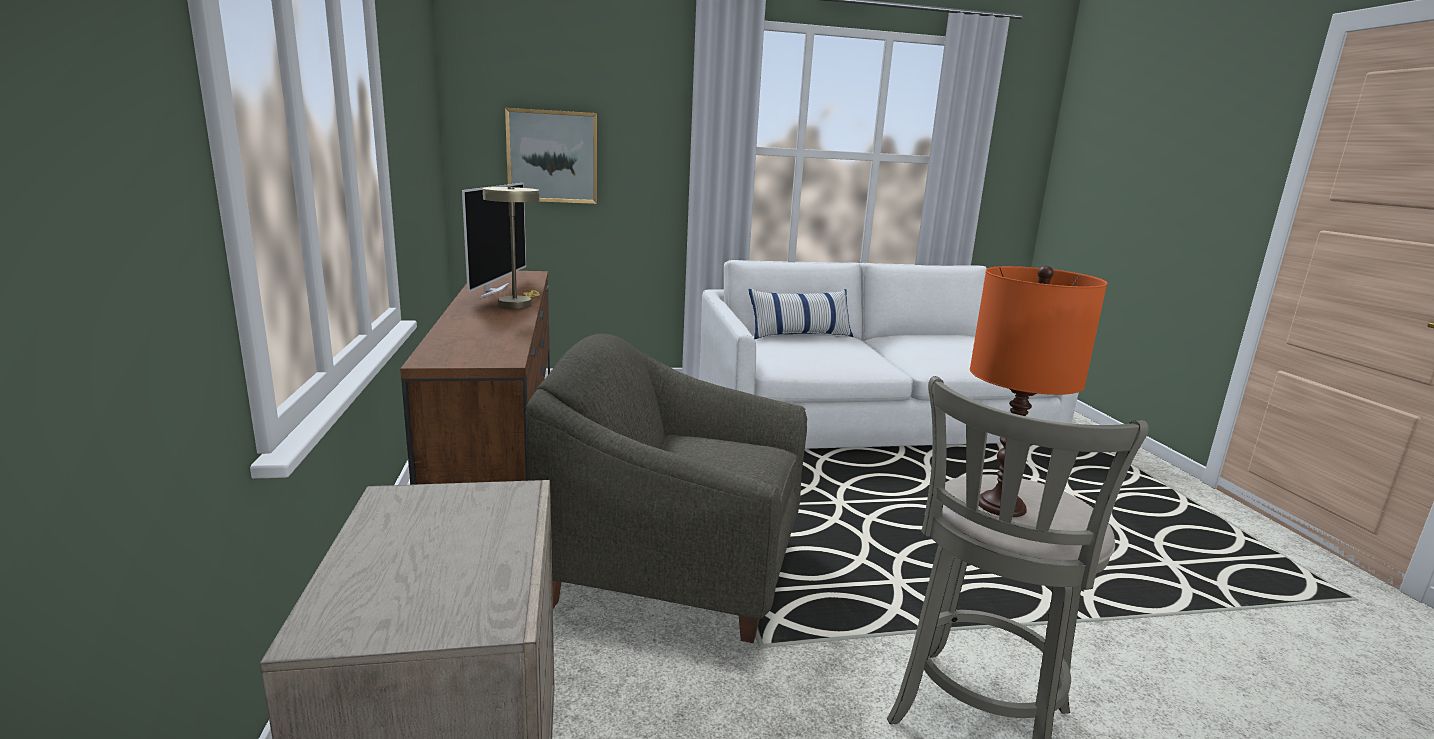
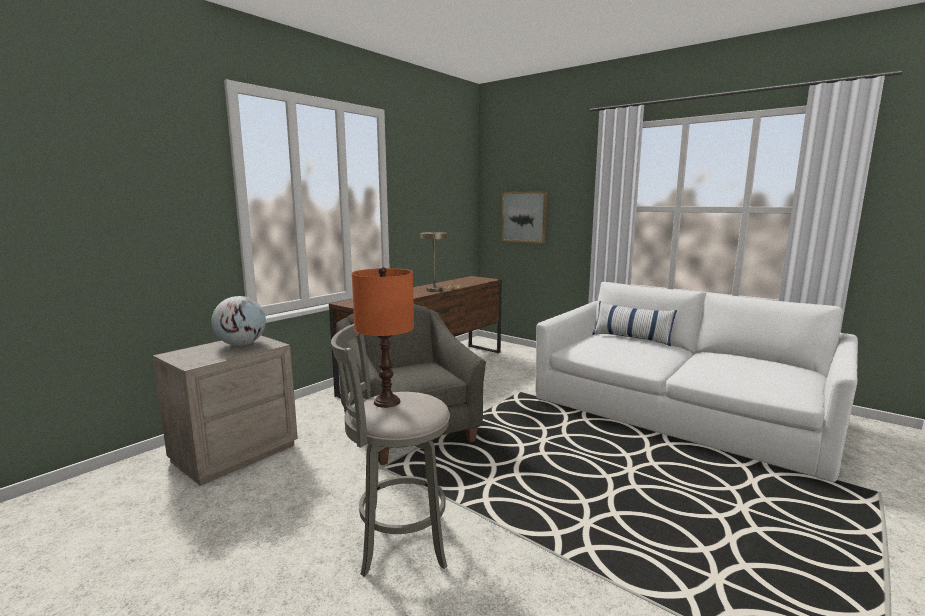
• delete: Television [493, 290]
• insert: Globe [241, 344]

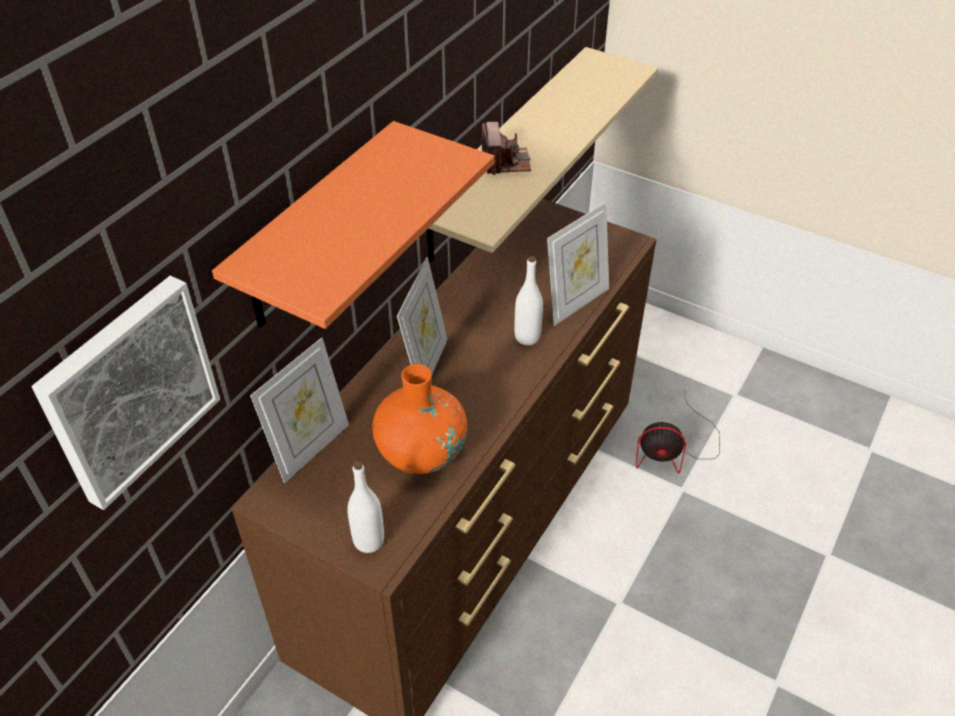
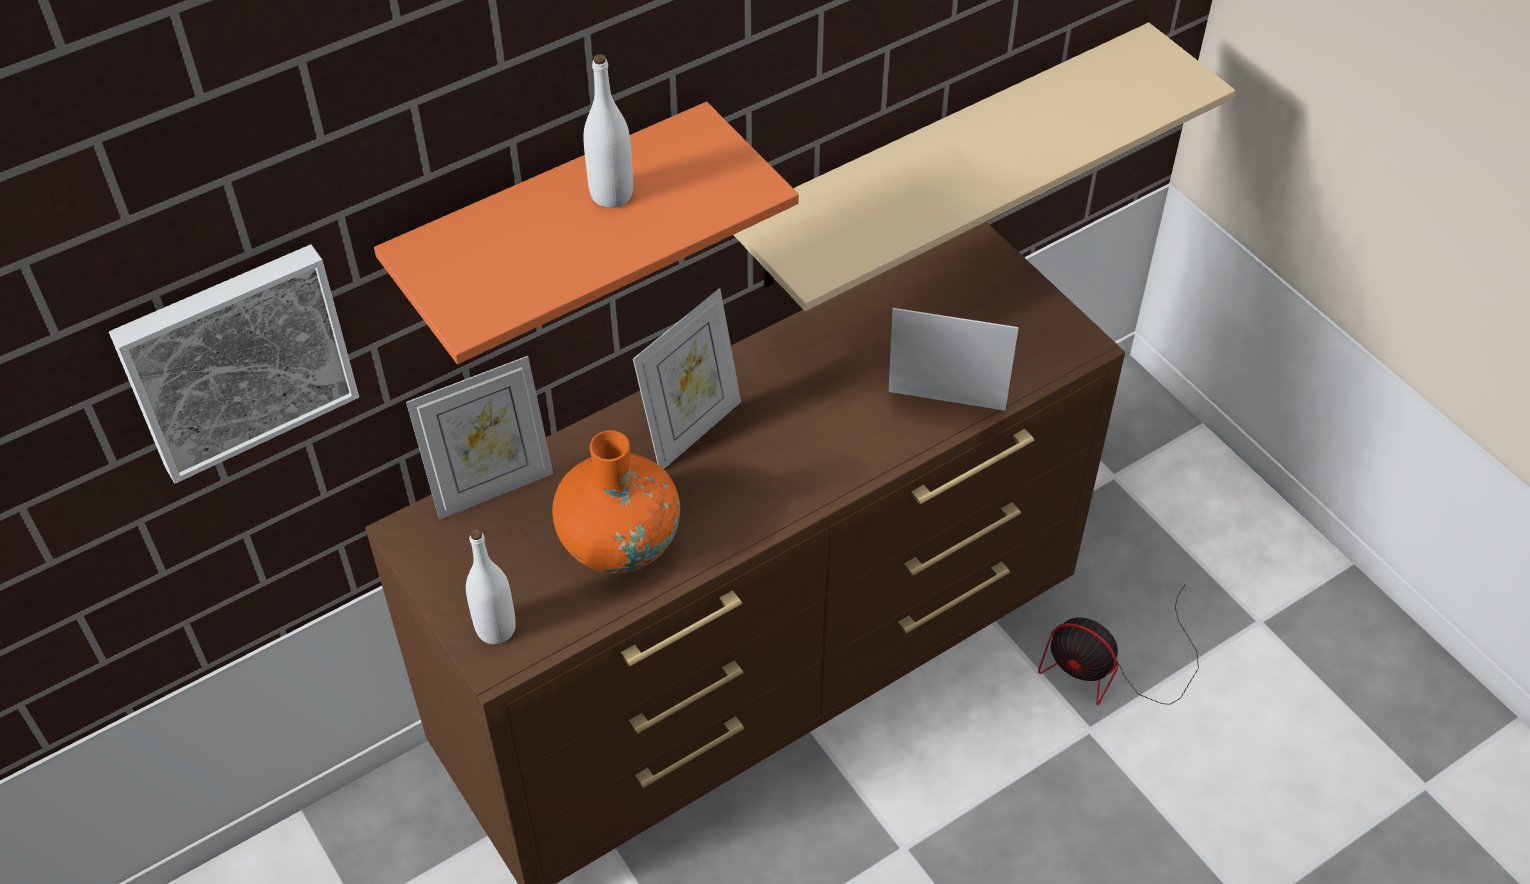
• delete: PhotoCamera [505, 162]
• move: WhiteBottle [527, 337] to [611, 194]
• rotate: PictureFrame [575, 302] = [945, 409] 150 degrees counterclockwise

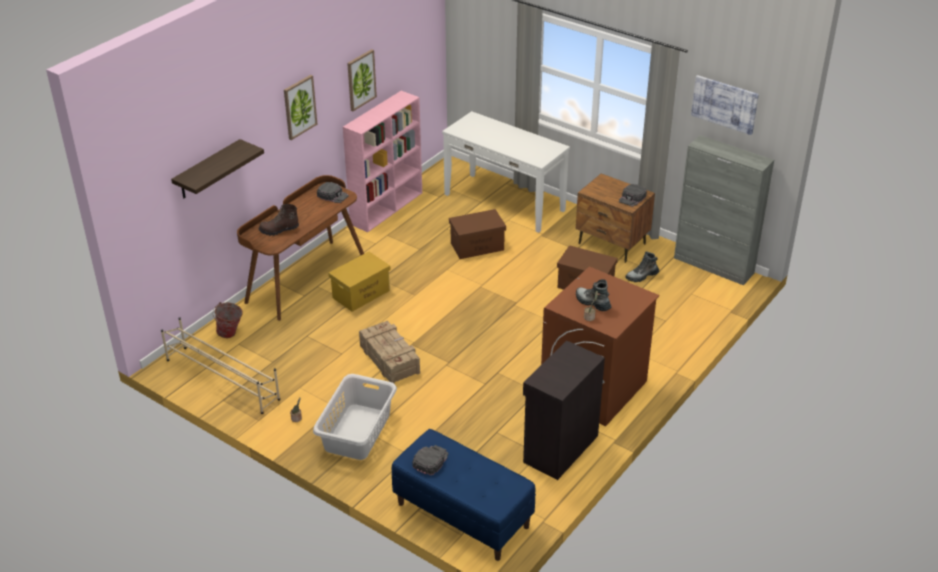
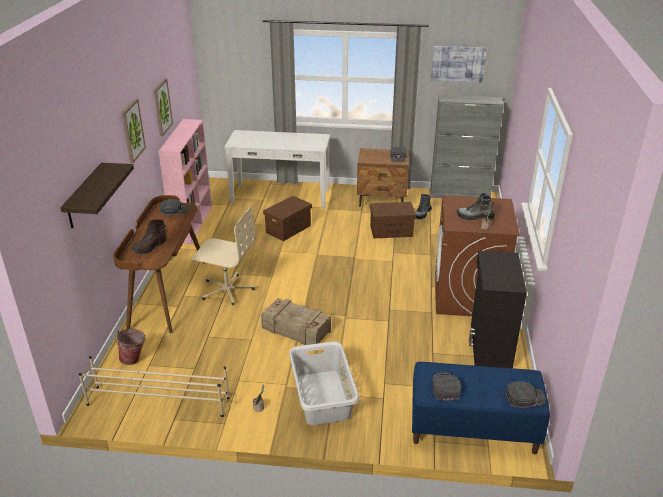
• insert: BlackCap [525, 397]
• replace: YellowStorageBox [361, 294] to BeigeOfficeChair [227, 289]

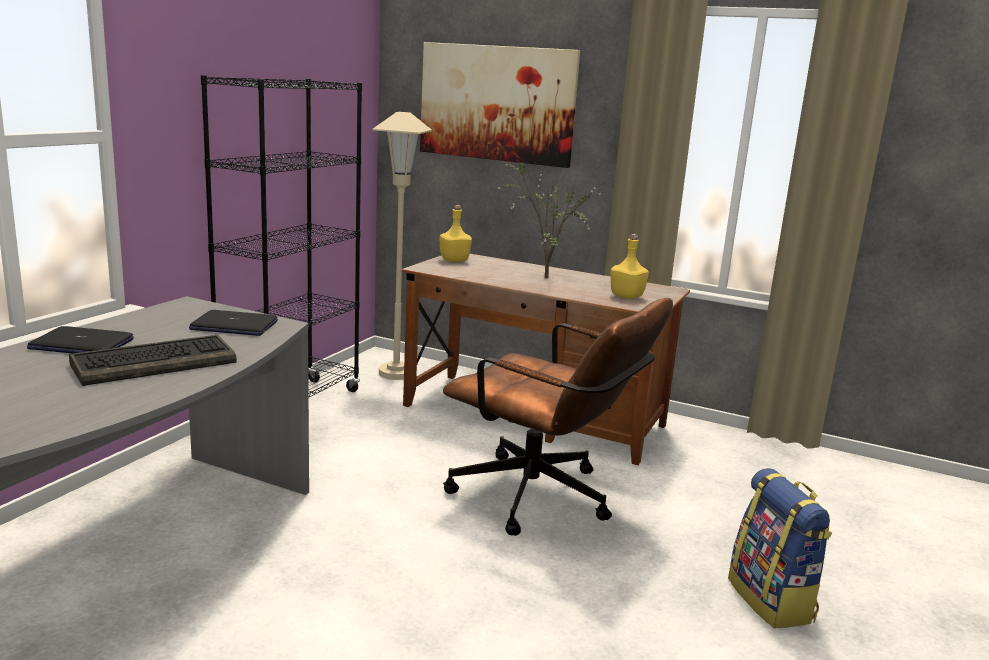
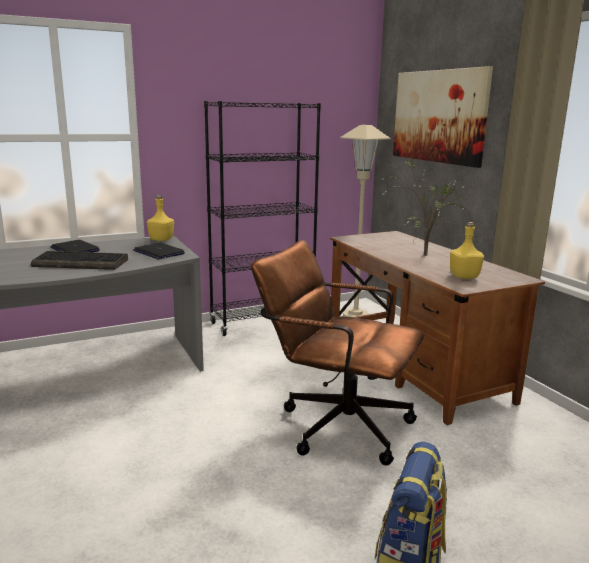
• move: YellowBottle [454, 260] to [161, 240]
• rotate: BrownOfficeChair [544, 500] = [335, 423] 135 degrees clockwise

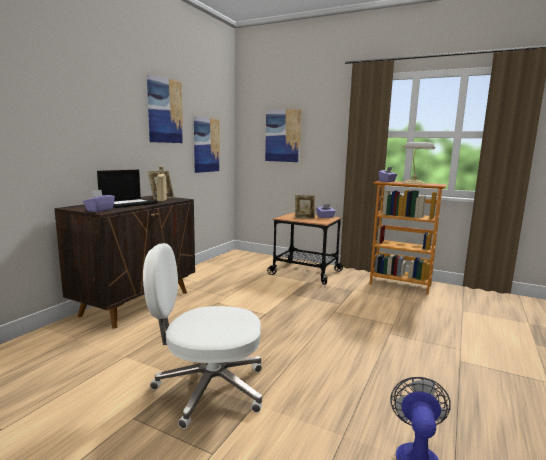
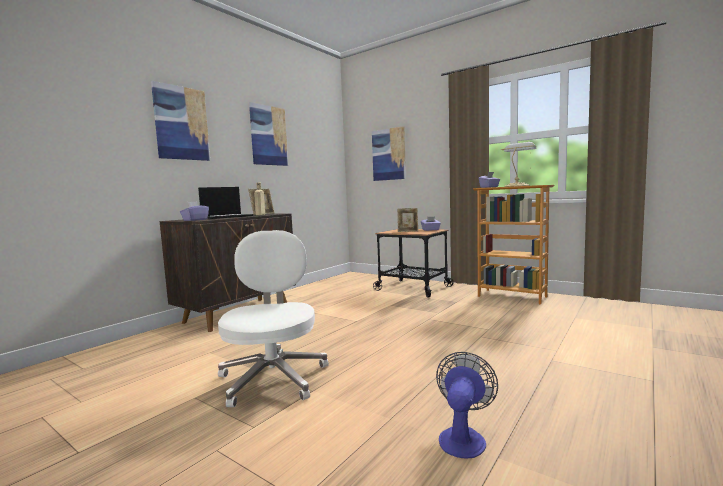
• move: Picture [206, 145] to [181, 123]
• rotate: WhiteOfficeChair [208, 388] = [273, 377] 75 degrees clockwise

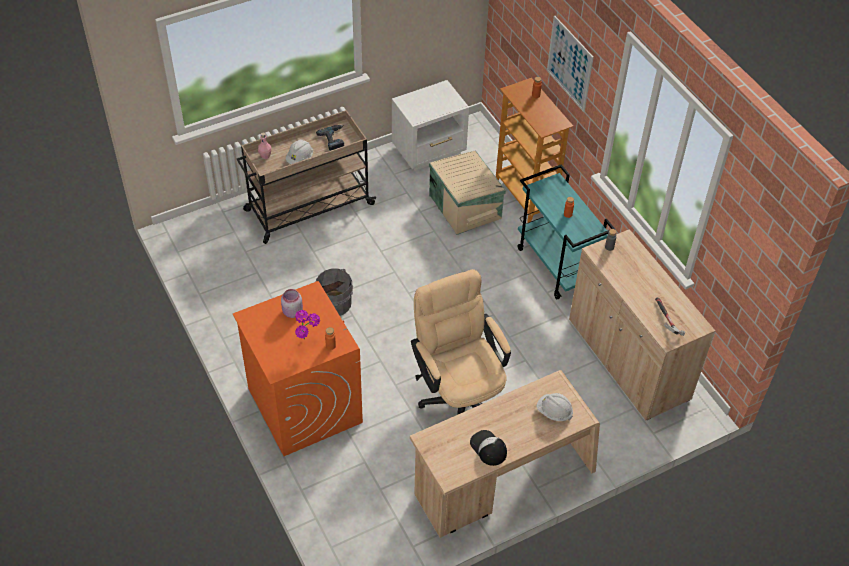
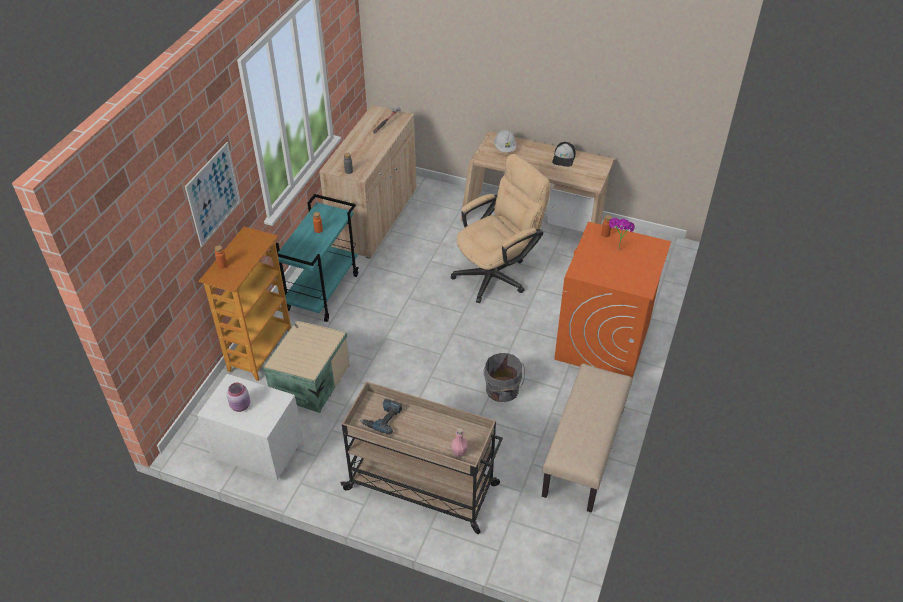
• delete: WhiteHardHat [300, 159]
• insert: BeigeBench [584, 453]
• move: PinkJar [292, 312] to [241, 406]
• rotate: BeigeOfficeChair [458, 395] = [497, 274] 150 degrees counterclockwise

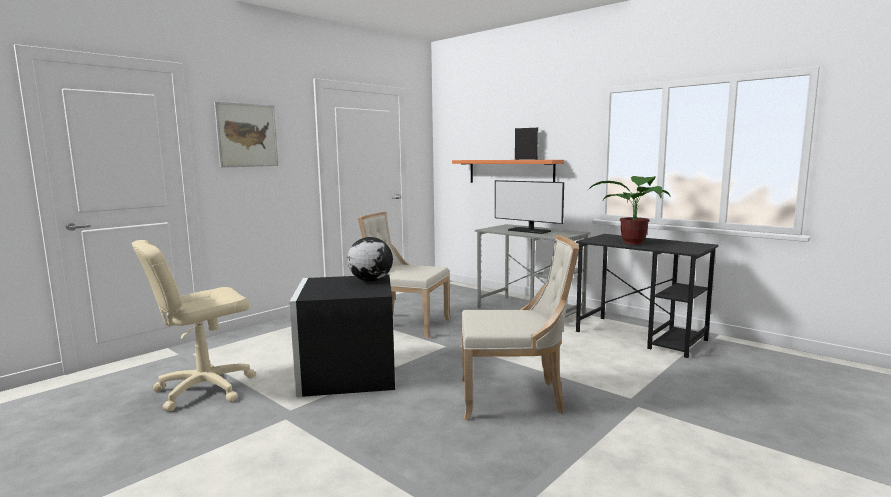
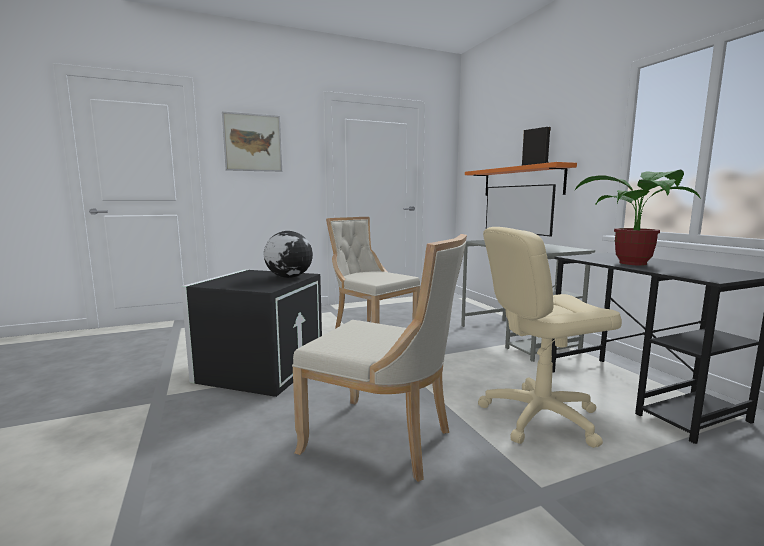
• move: BeigeOfficeChair [204, 389] to [540, 417]

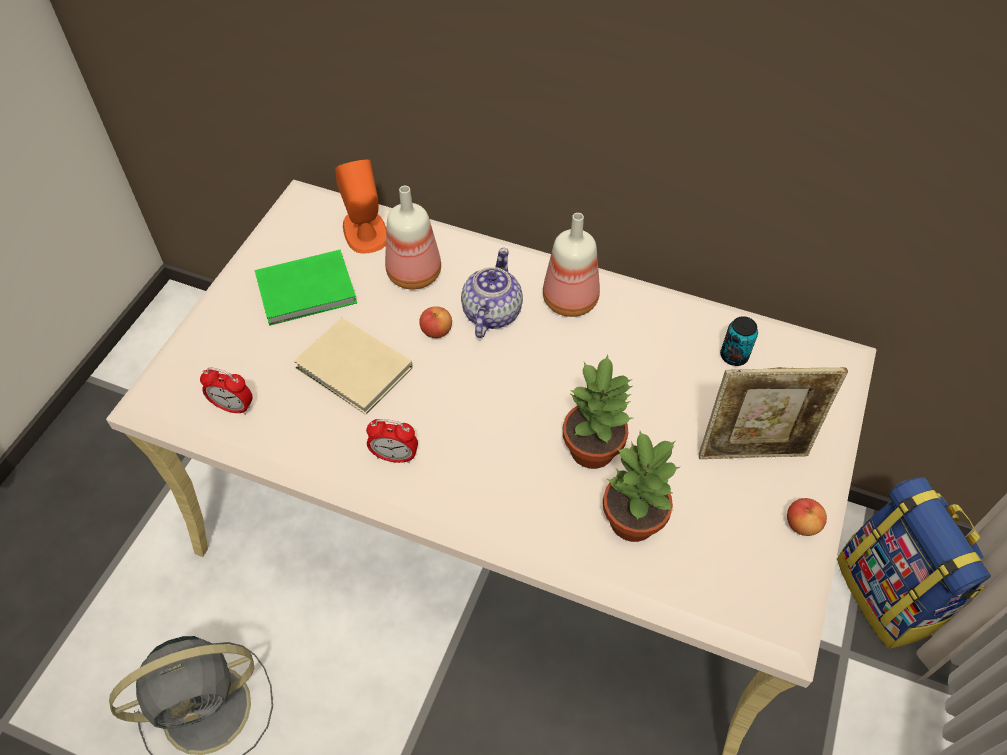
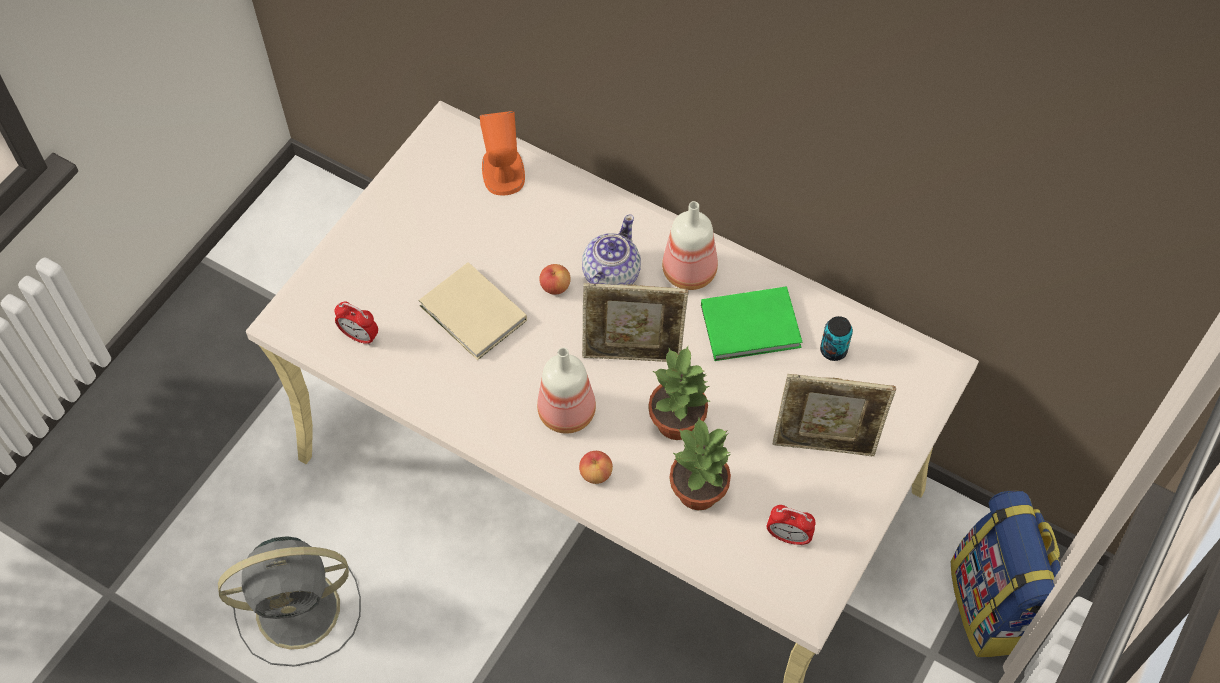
• insert: PictureFrame [632, 355]
• move: GreenBook [309, 290] to [753, 327]
• move: AlarmClock [394, 456] to [788, 537]
• move: Bottle [415, 272] to [568, 410]
• move: Apple [801, 524] to [596, 473]

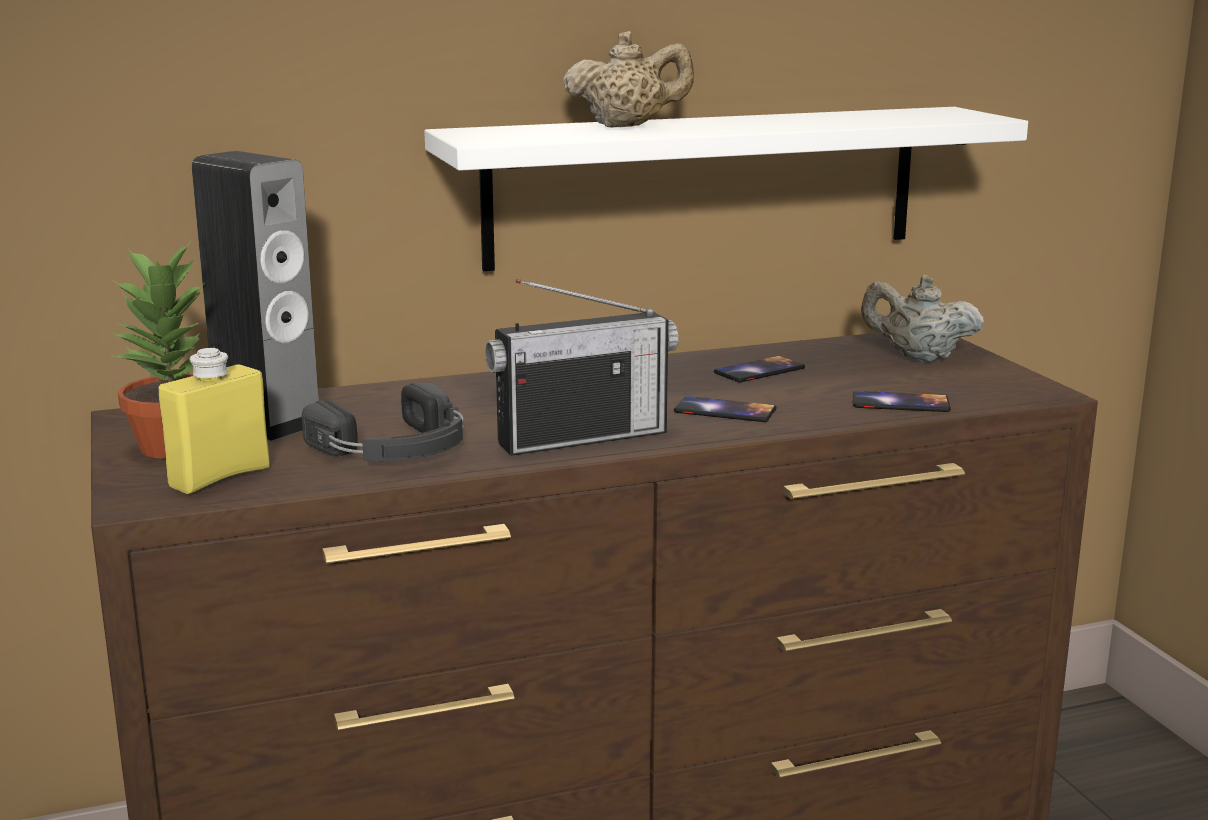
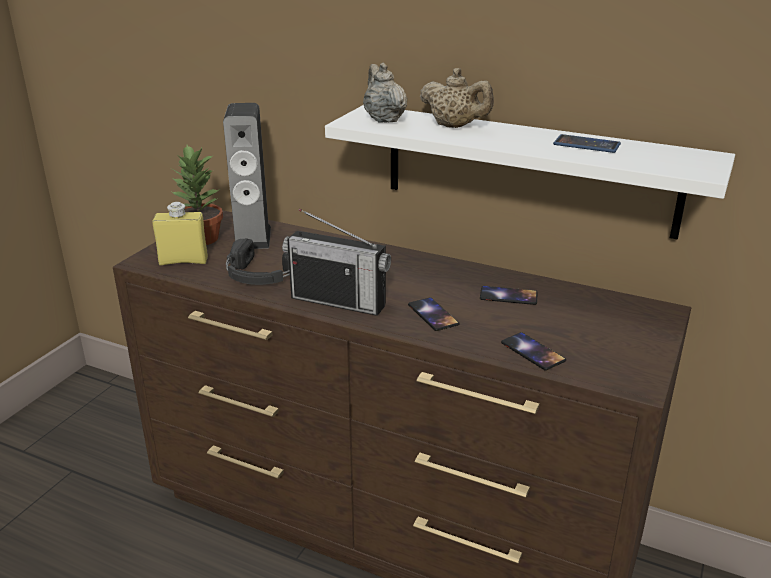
• insert: Phone [586, 145]
• move: BeigeTeapot [918, 357] to [384, 119]

